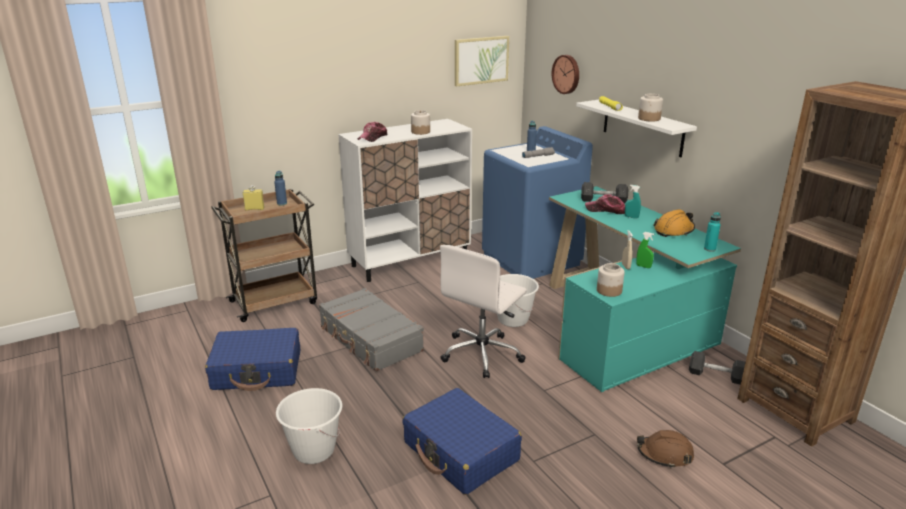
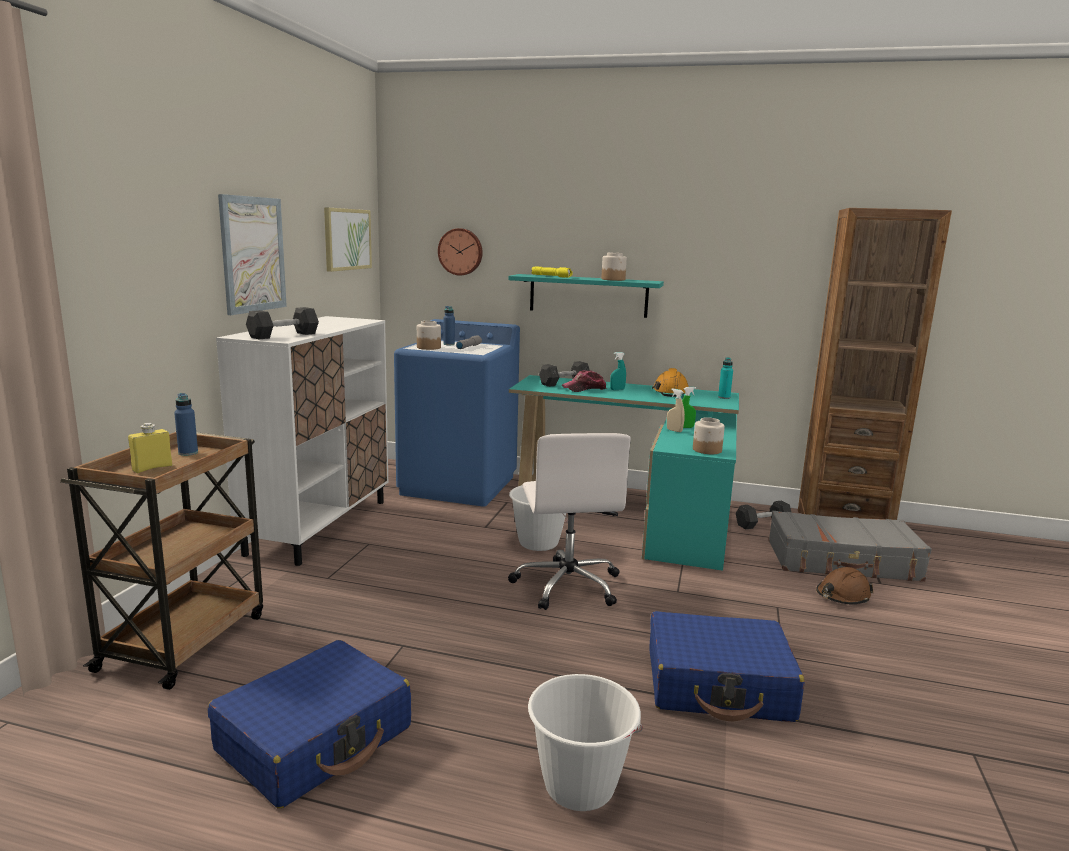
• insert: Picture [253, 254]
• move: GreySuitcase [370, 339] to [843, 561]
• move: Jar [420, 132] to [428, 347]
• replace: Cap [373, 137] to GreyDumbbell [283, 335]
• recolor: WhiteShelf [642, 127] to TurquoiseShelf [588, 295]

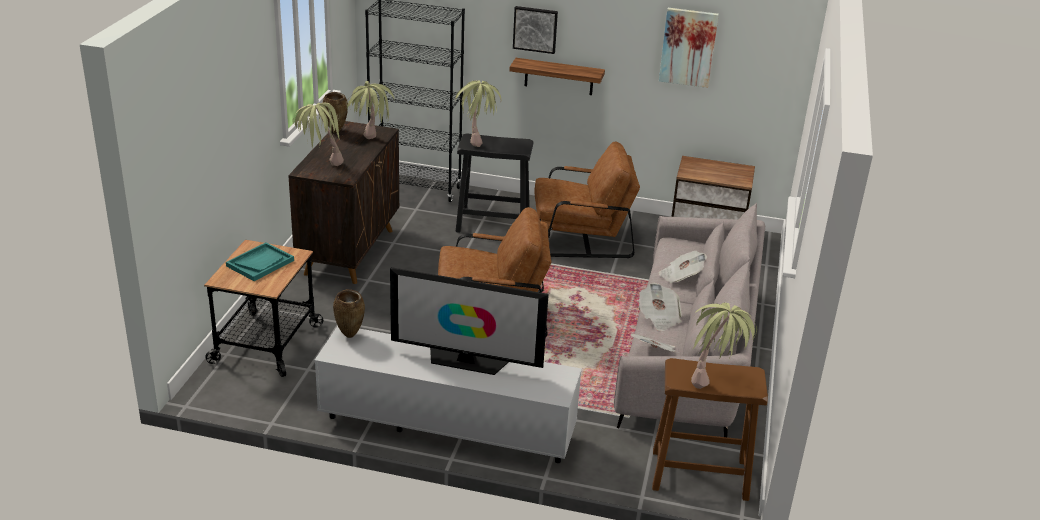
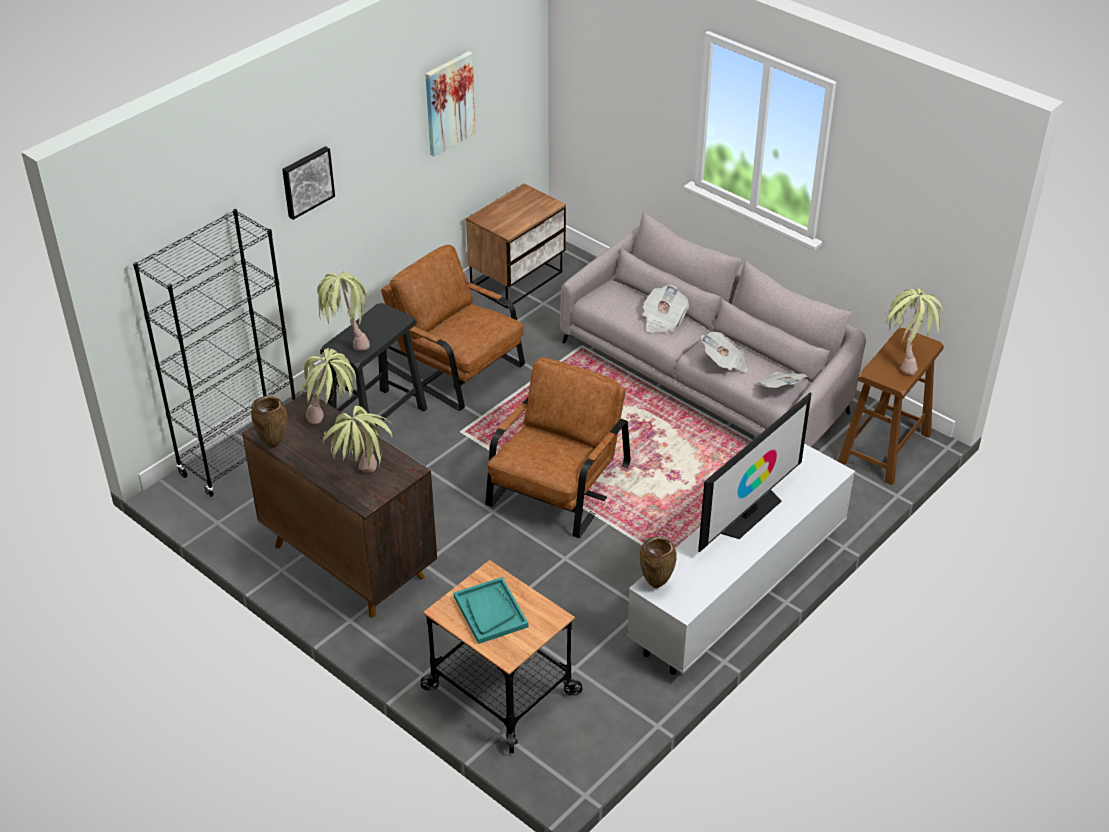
• delete: Shelf [559, 76]
• rotate: BrownArmchair [581, 237] = [456, 366] 75 degrees counterclockwise

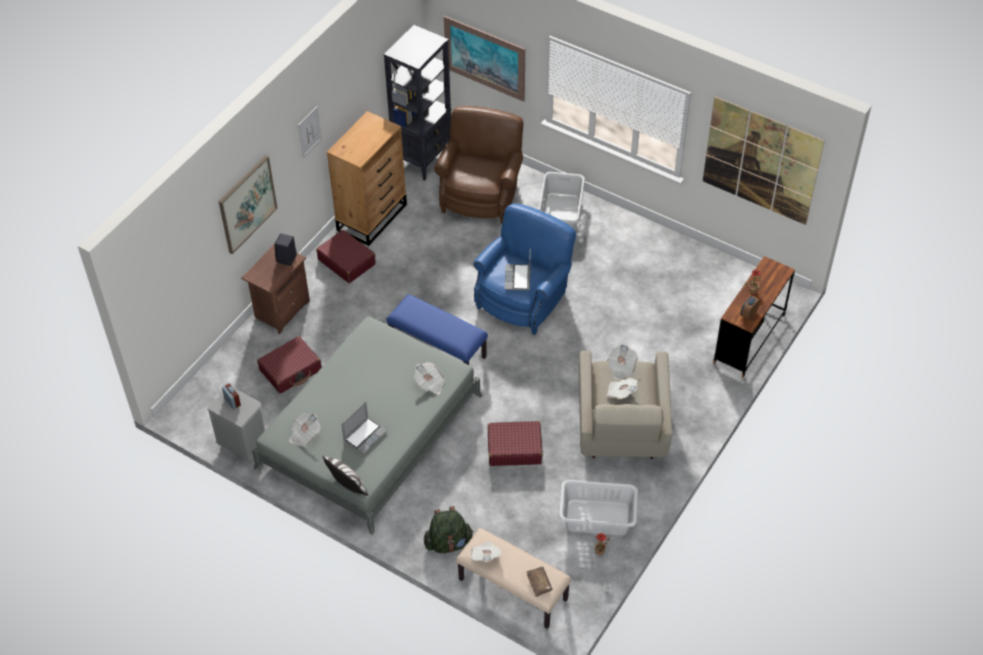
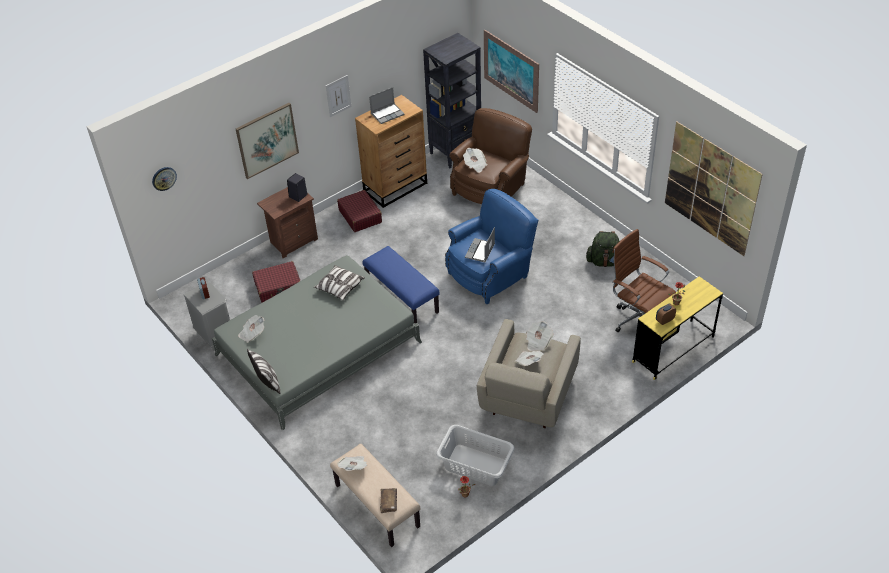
• delete: RedSuitcase [514, 448]
• delete: GreyLaundryBasket [561, 213]
• insert: WallClock [164, 178]
• insert: Pillow [339, 287]
• insert: BrownOfficeChair [637, 319]
• move: Laptop [365, 435] to [387, 114]
• move: Newspaper [430, 383] to [475, 165]
• move: GreenBackpack [448, 543] to [604, 261]
• recolor: BrownDesk [749, 339] to YellowDesk [673, 349]

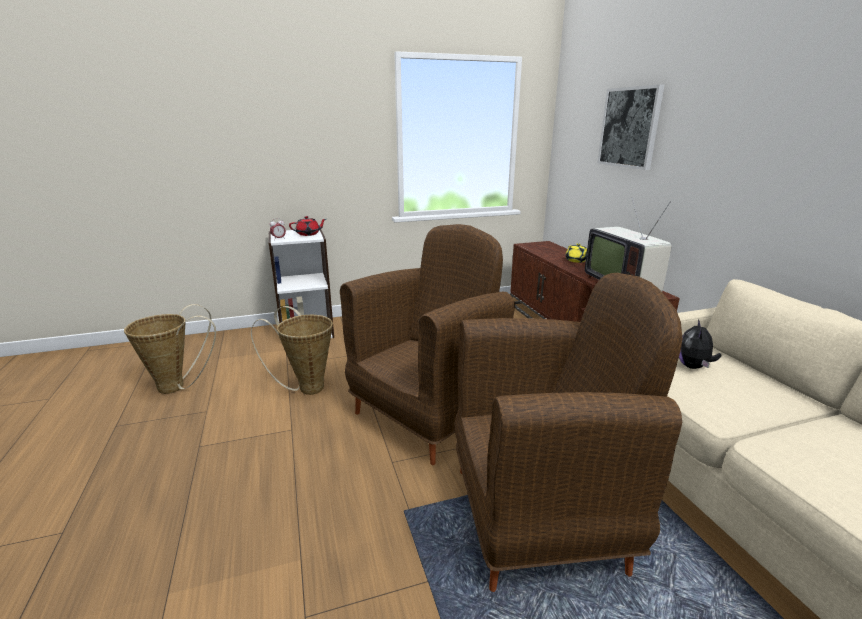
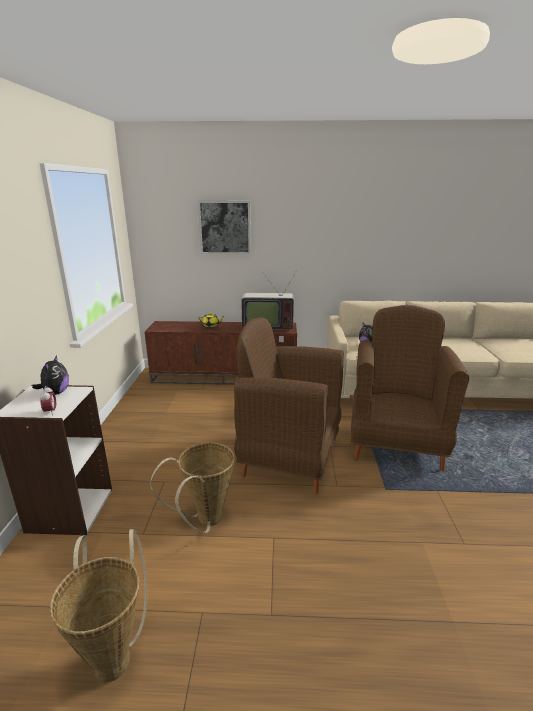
• replace: RedTeapot [308, 234] to PlushToy [56, 392]
• rotate: BrownArmchair [428, 415] = [289, 458] 45 degrees counterclockwise

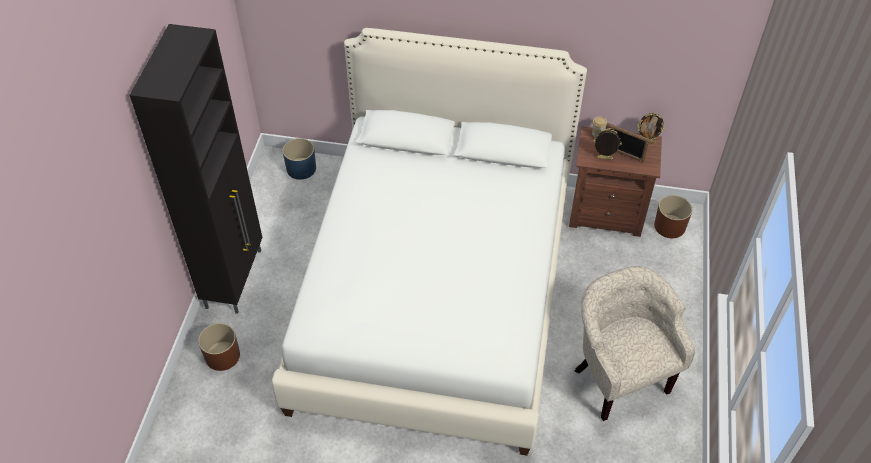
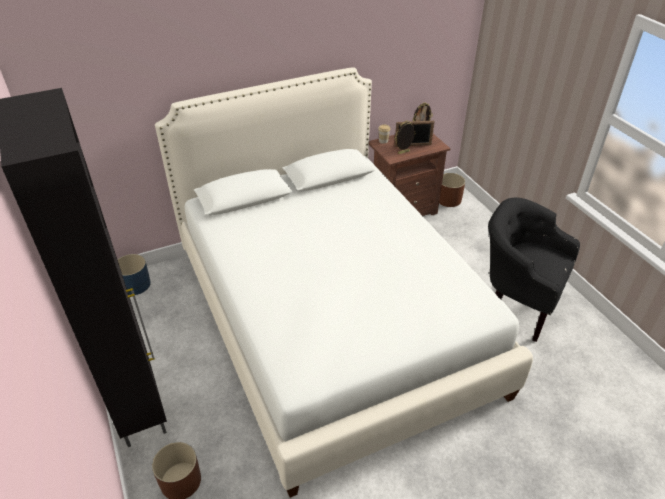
• recolor: BeigeArmchair [617, 377] to BlackArmchair [514, 307]

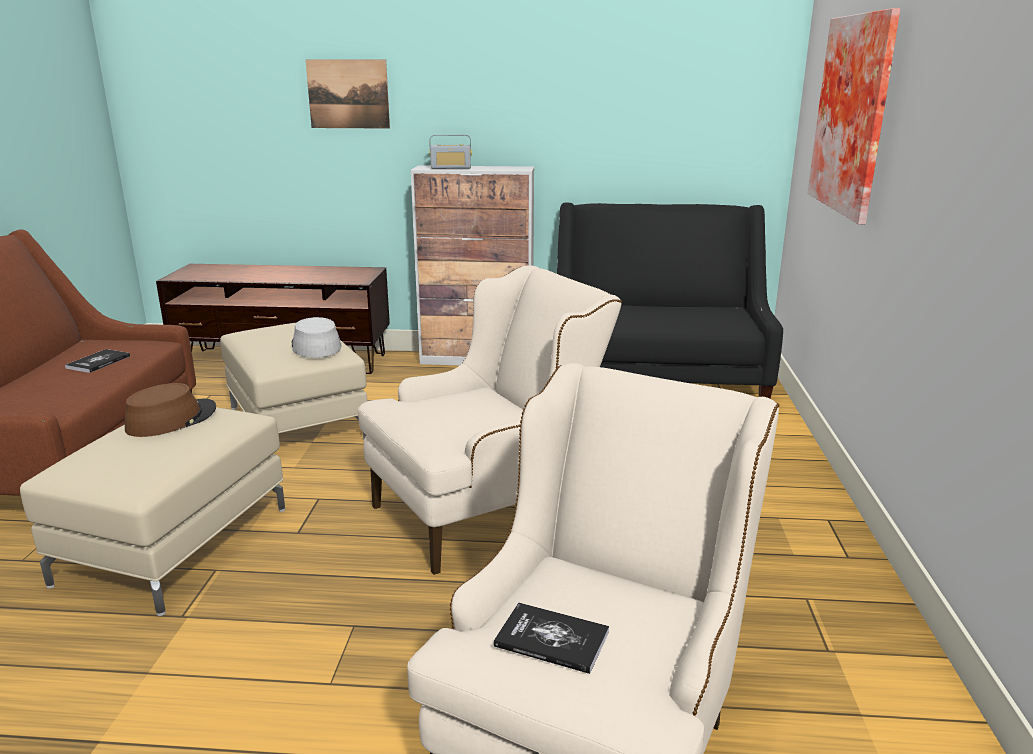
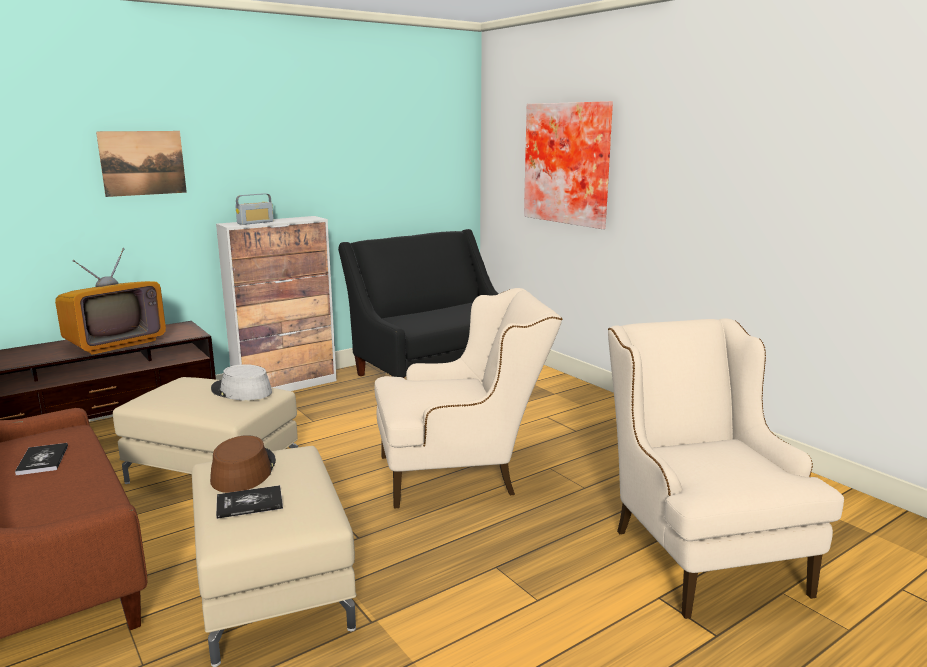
• insert: Television [115, 342]
• move: Book [552, 639] to [249, 503]
• rotate: BeigeArmchair [488, 510] = [461, 473] 60 degrees clockwise

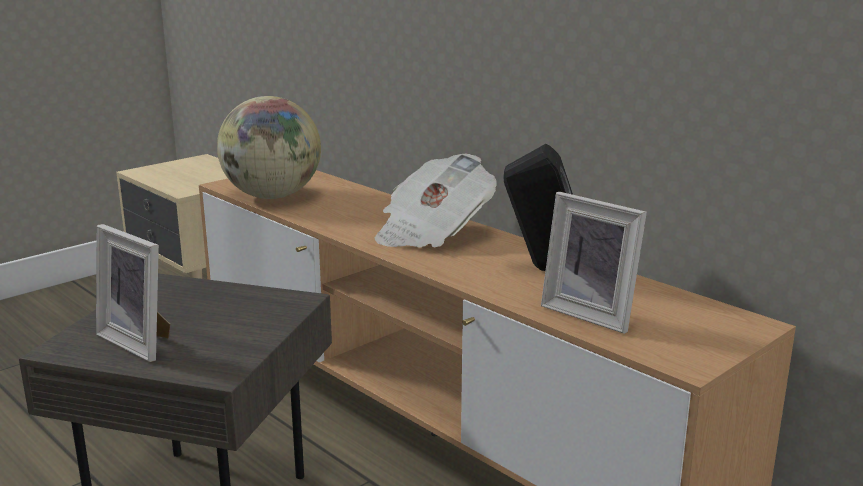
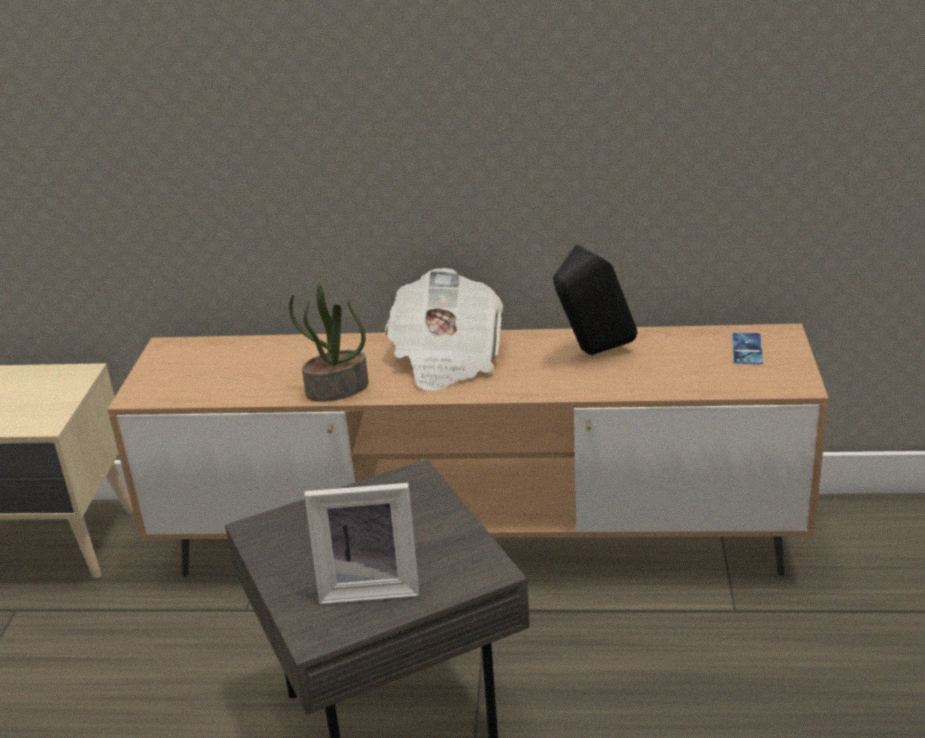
• delete: Globe [272, 196]
• delete: PictureFrame [592, 313]
• insert: PottedPlant [337, 390]
• insert: Phone [747, 349]

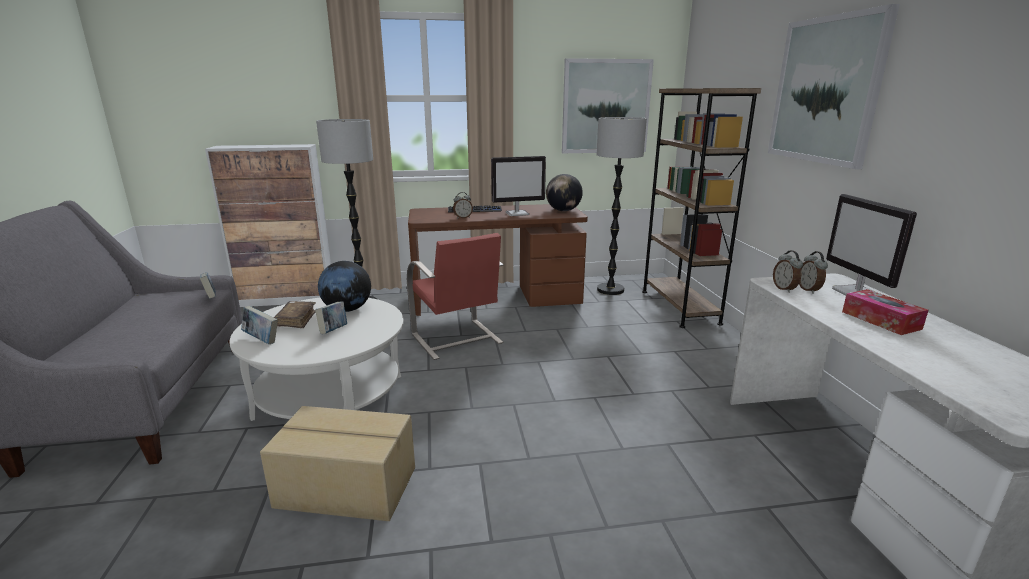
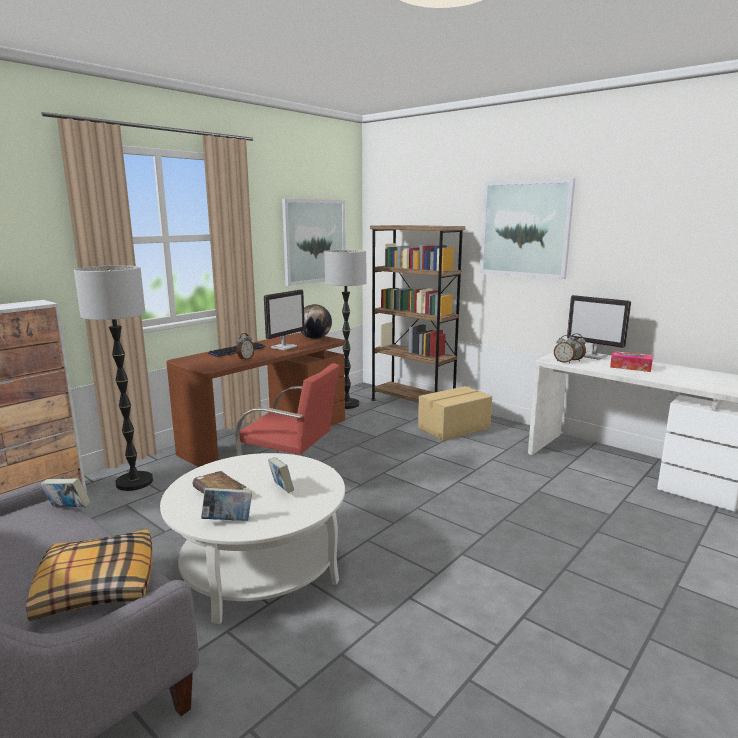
• delete: Globe [347, 309]
• insert: Pillow [96, 586]
• move: CardboardBox [346, 488] to [454, 428]

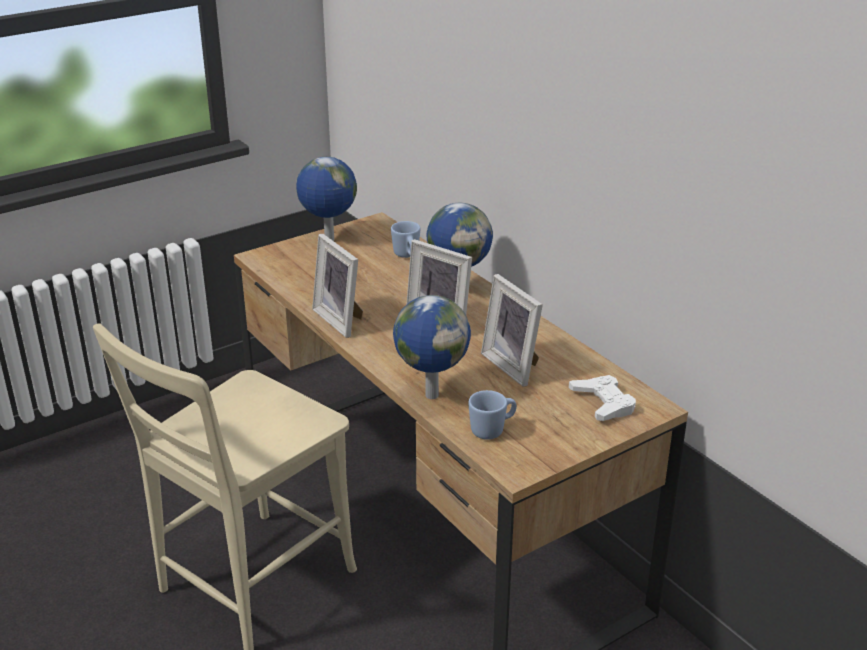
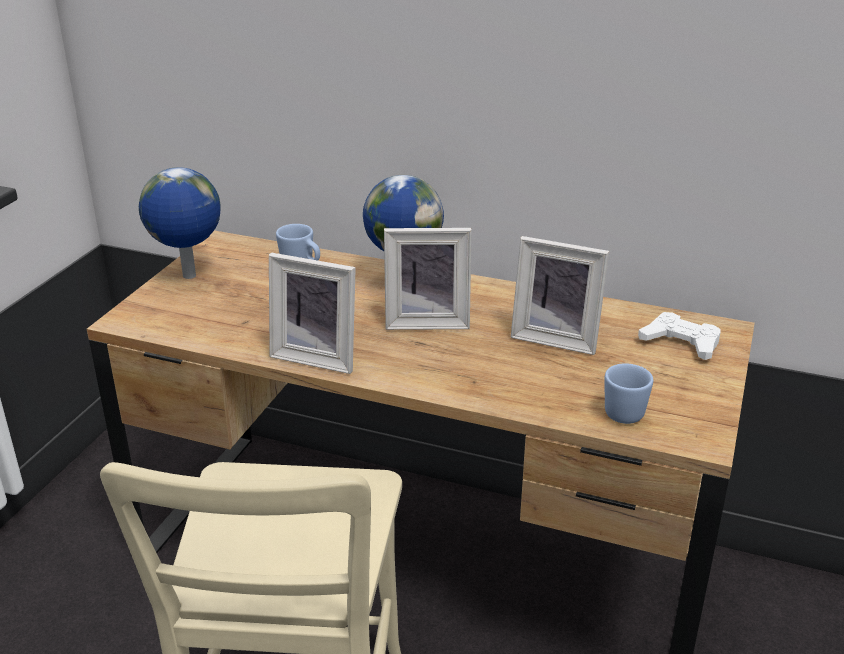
• delete: Globe [431, 395]

